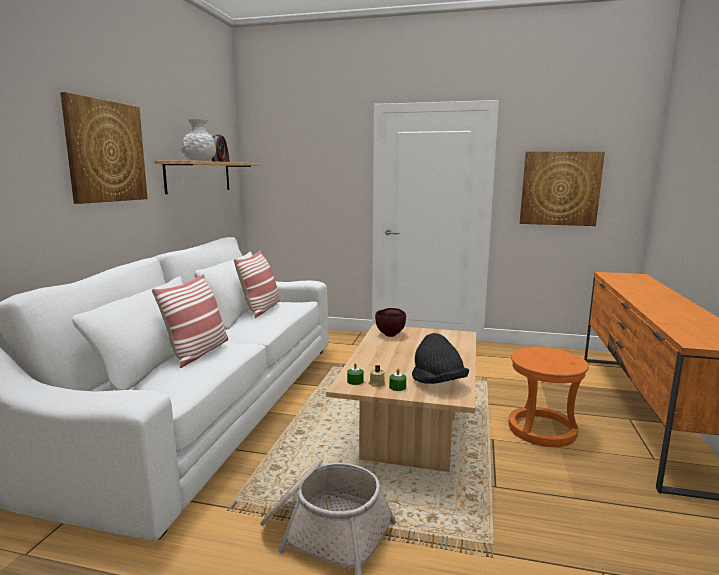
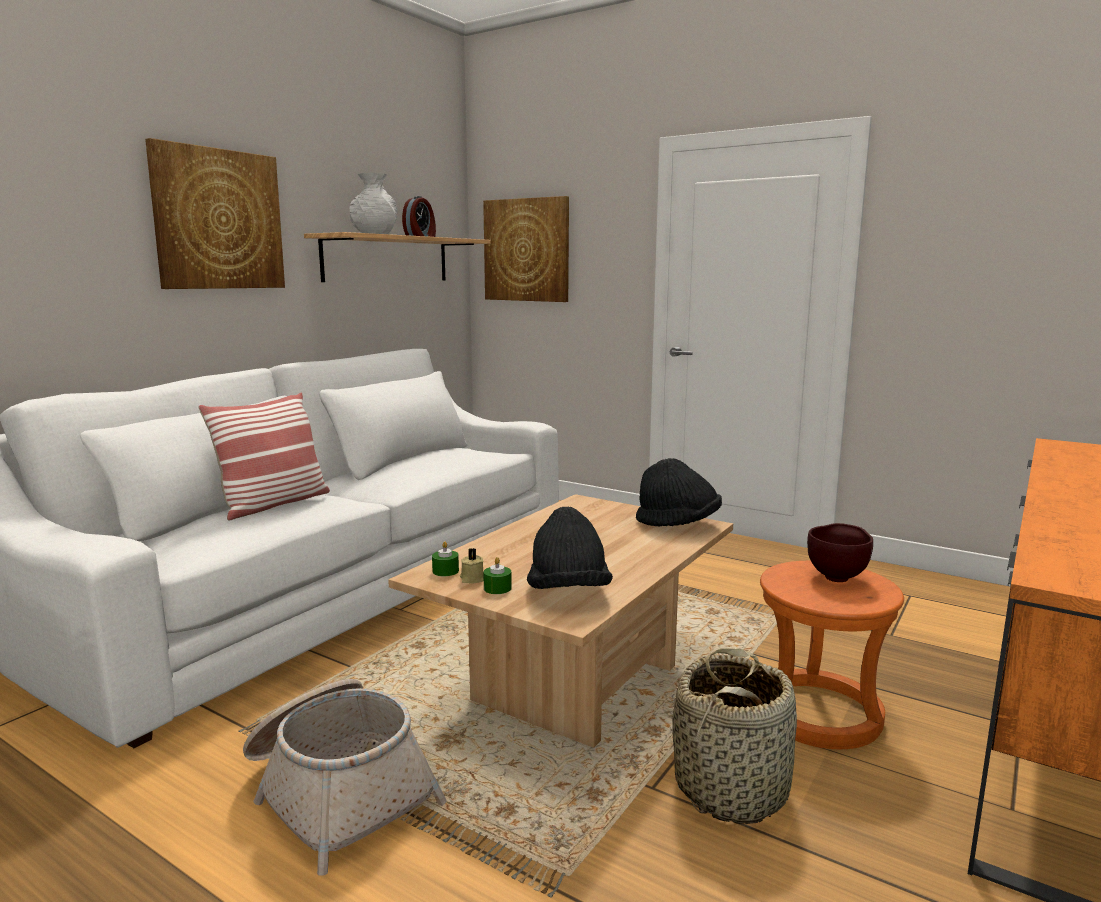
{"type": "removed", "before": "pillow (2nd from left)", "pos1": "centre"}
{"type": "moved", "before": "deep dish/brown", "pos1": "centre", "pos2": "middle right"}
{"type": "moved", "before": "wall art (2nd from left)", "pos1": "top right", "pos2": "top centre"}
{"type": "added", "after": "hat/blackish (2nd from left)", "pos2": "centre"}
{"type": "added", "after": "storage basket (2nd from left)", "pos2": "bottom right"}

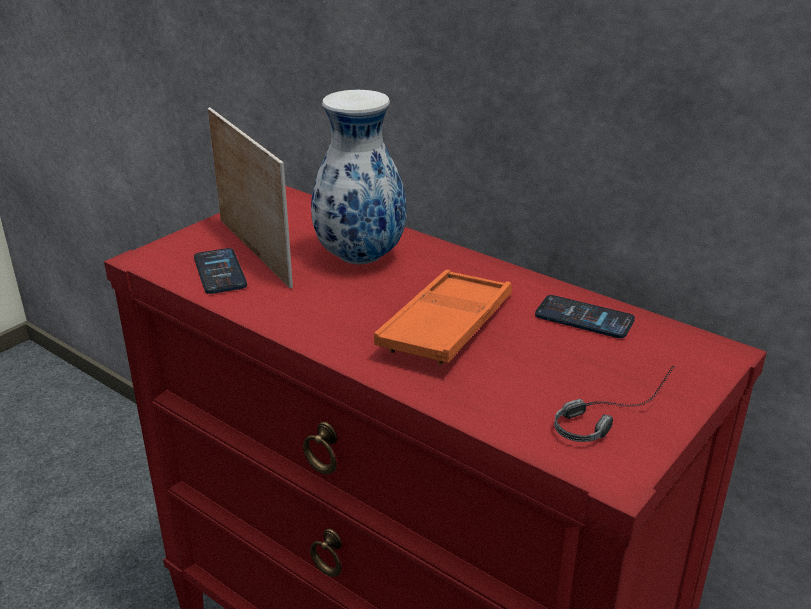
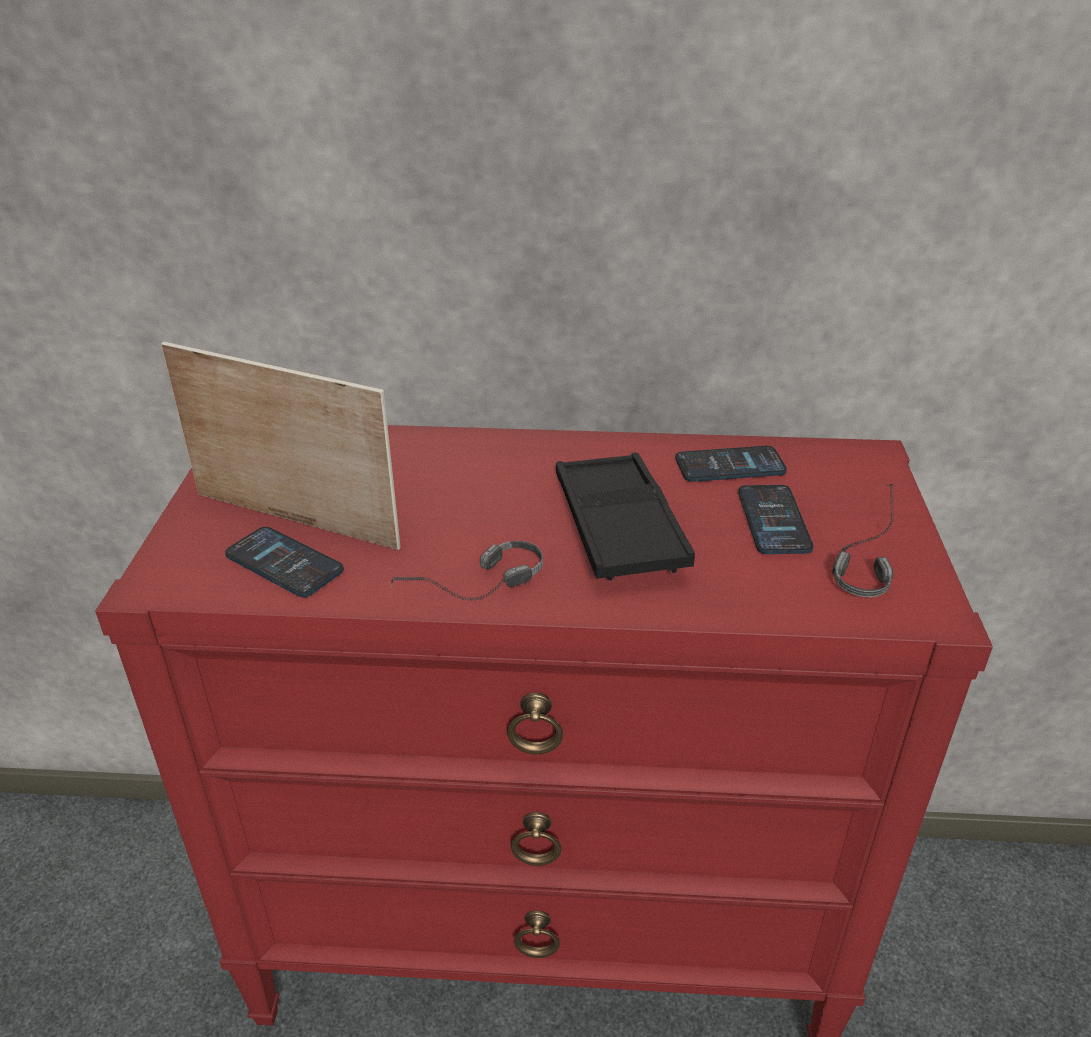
{"type": "removed", "before": "vase", "pos1": "top centre"}
{"type": "recoloured", "before": "serving tray/orange", "after": "serving tray/blackish", "pos1": "centre", "pos2": "centre"}
{"type": "added", "after": "headphones (1st from left)", "pos2": "centre"}
{"type": "added", "after": "telephone (3rd from left)", "pos2": "middle right"}

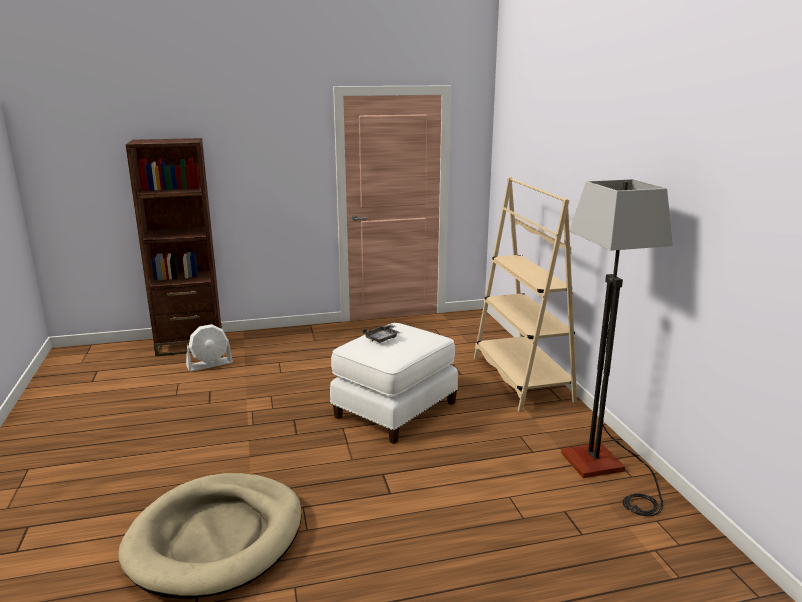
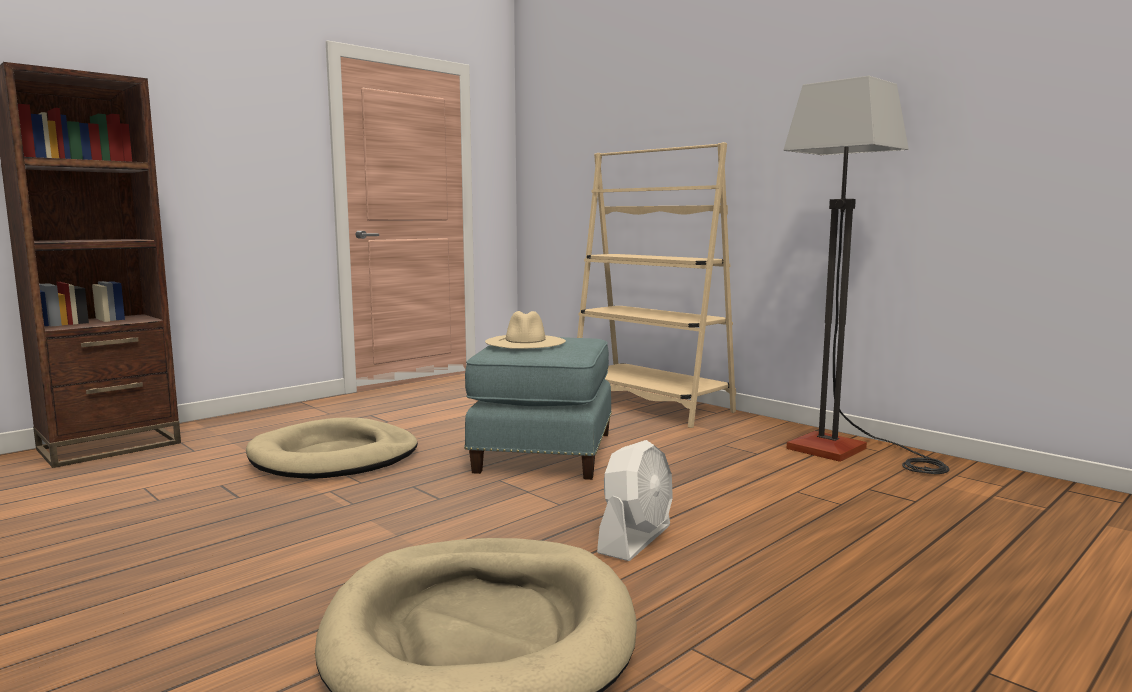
{"type": "moved", "before": "fan/white", "pos1": "middle left", "pos2": "bottom centre"}
{"type": "recoloured", "before": "pouffe/white", "after": "pouffe/bluish", "pos1": "centre", "pos2": "centre"}
{"type": "replaced", "before": "serving tray/gray", "after": "hat/beige-coloured", "pos1": "centre", "pos2": "centre"}
{"type": "added", "after": "pet bed/beige-coloured (1st from left)", "pos2": "middle left"}

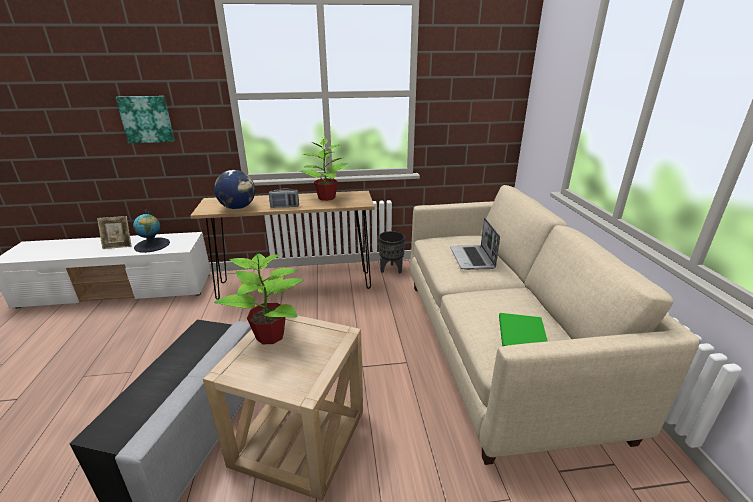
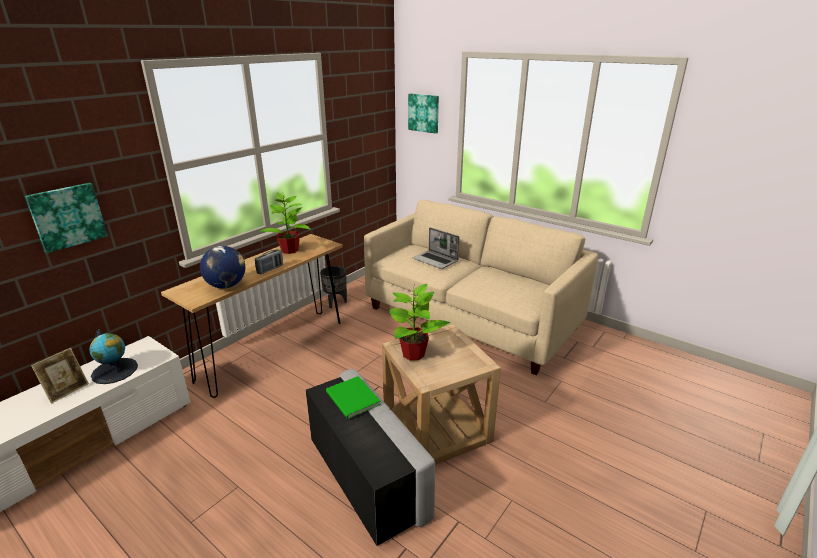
{"type": "moved", "before": "volume/greenish", "pos1": "middle right", "pos2": "bottom centre"}
{"type": "added", "after": "wall art (2nd from left)", "pos2": "top centre"}

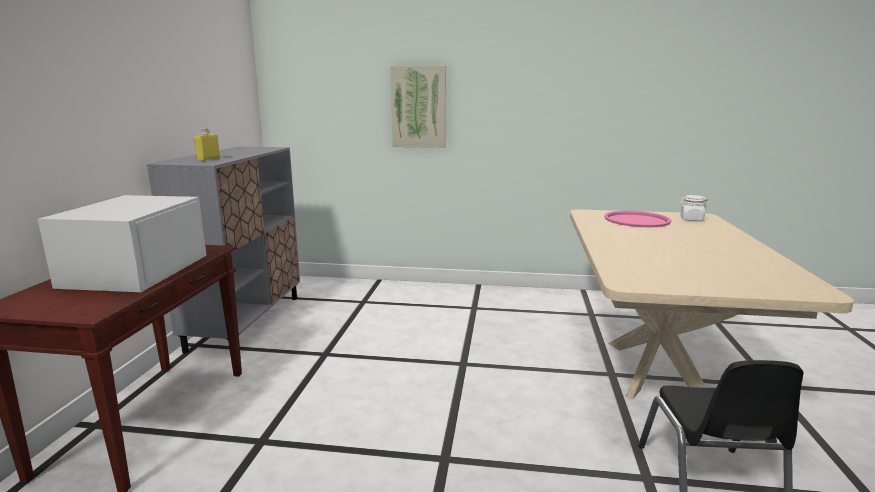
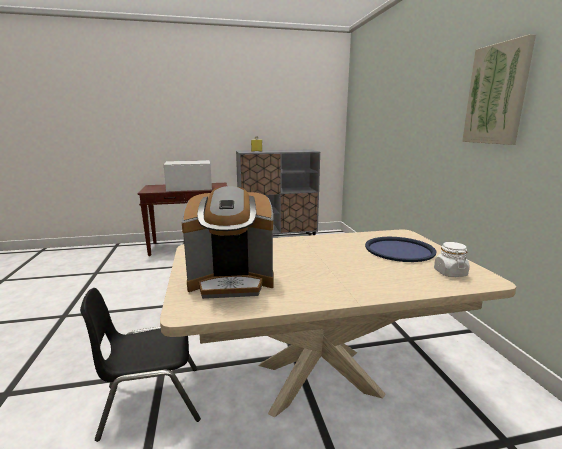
{"type": "moved", "before": "wall art", "pos1": "top centre", "pos2": "top right"}
{"type": "recoloured", "before": "serving tray/pinkish", "after": "serving tray/bluish", "pos1": "middle right", "pos2": "middle right"}
{"type": "added", "after": "coffee machine", "pos2": "centre"}

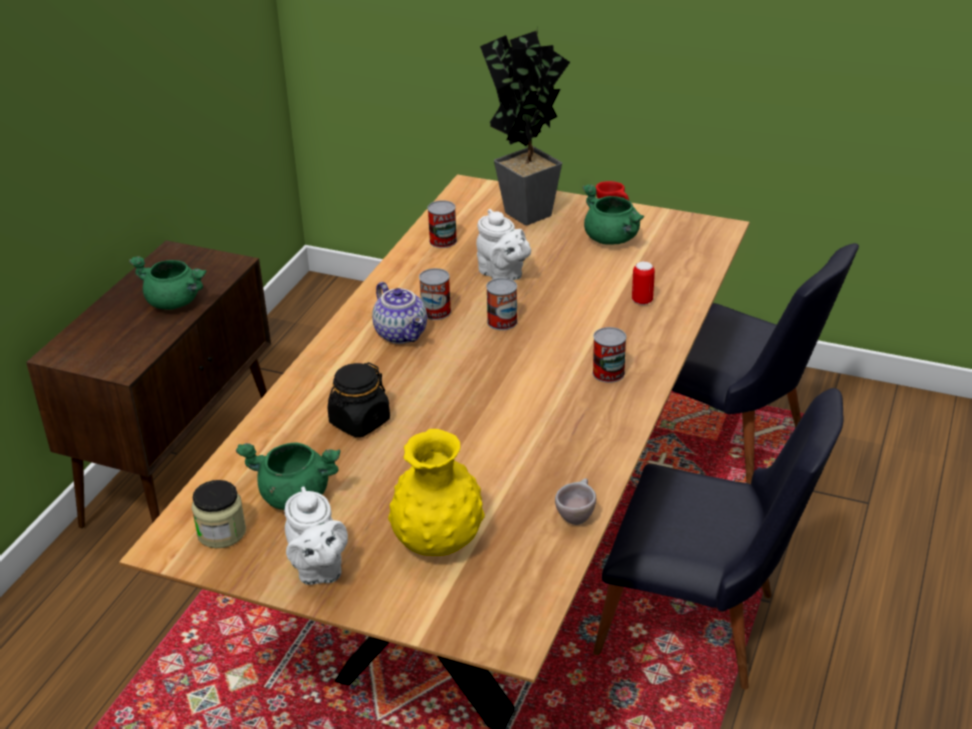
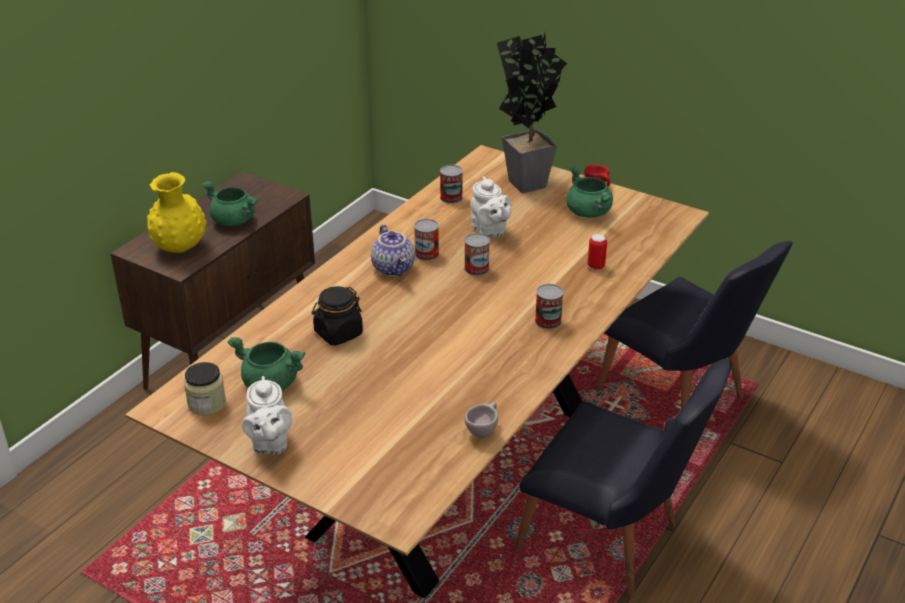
{"type": "moved", "before": "vase/yellow-coloured", "pos1": "bottom centre", "pos2": "middle left"}

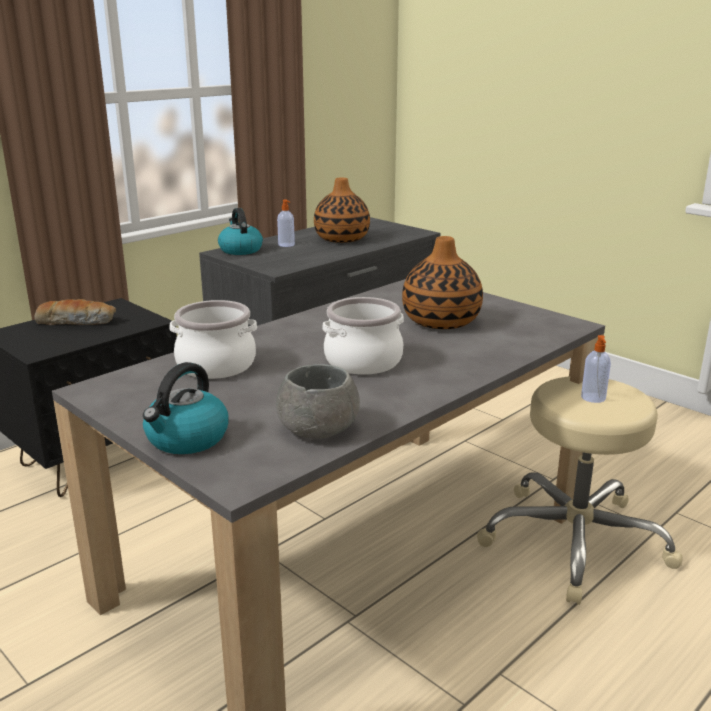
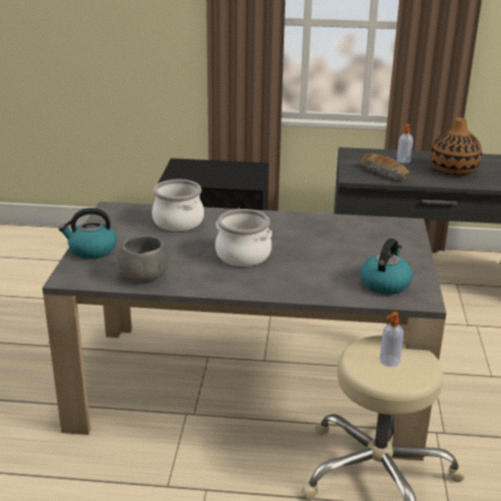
{"type": "moved", "before": "baked bread", "pos1": "middle left", "pos2": "middle right"}
{"type": "moved", "before": "water kettle (2nd from left)", "pos1": "top centre", "pos2": "middle right"}
{"type": "removed", "before": "vase (2nd from left)", "pos1": "centre"}

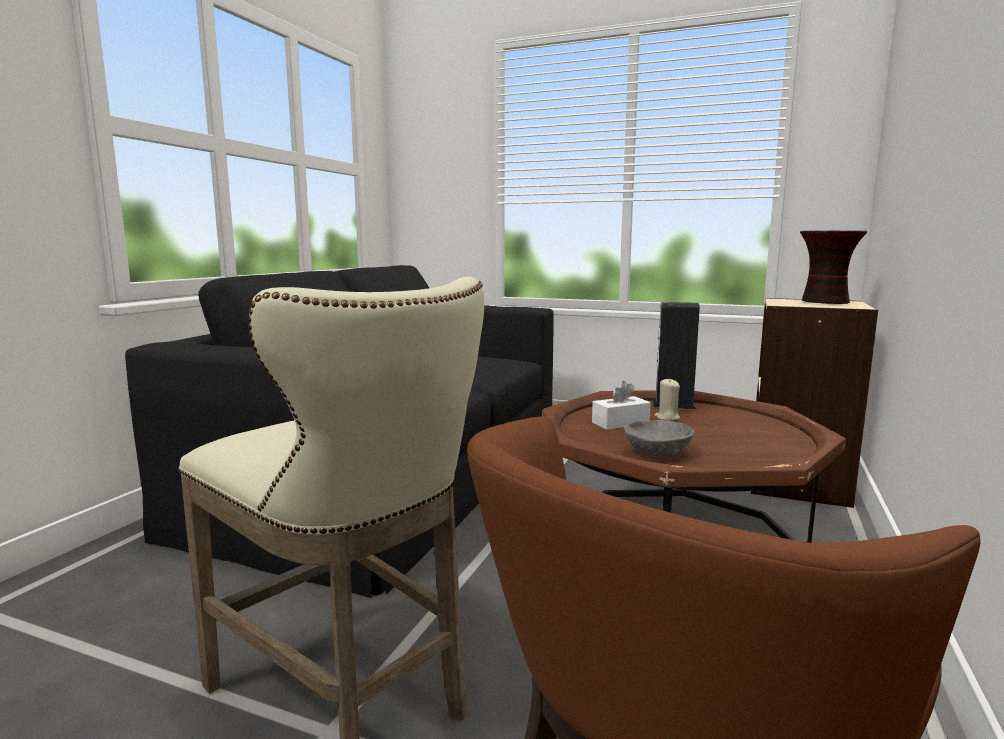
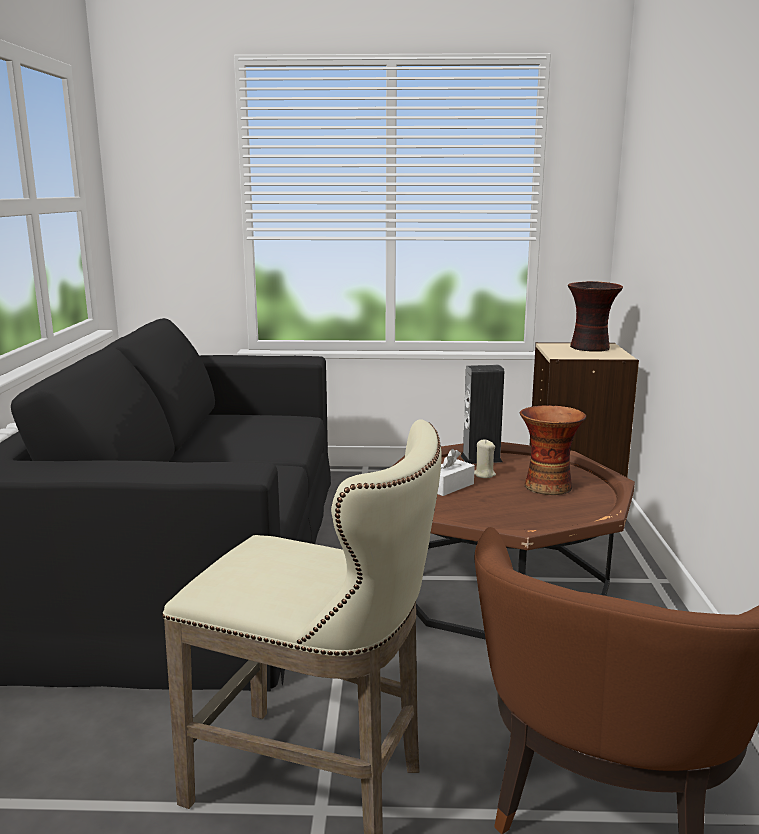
{"type": "removed", "before": "deep dish/gray", "pos1": "centre"}
{"type": "added", "after": "vase (1st from left)", "pos2": "middle right"}

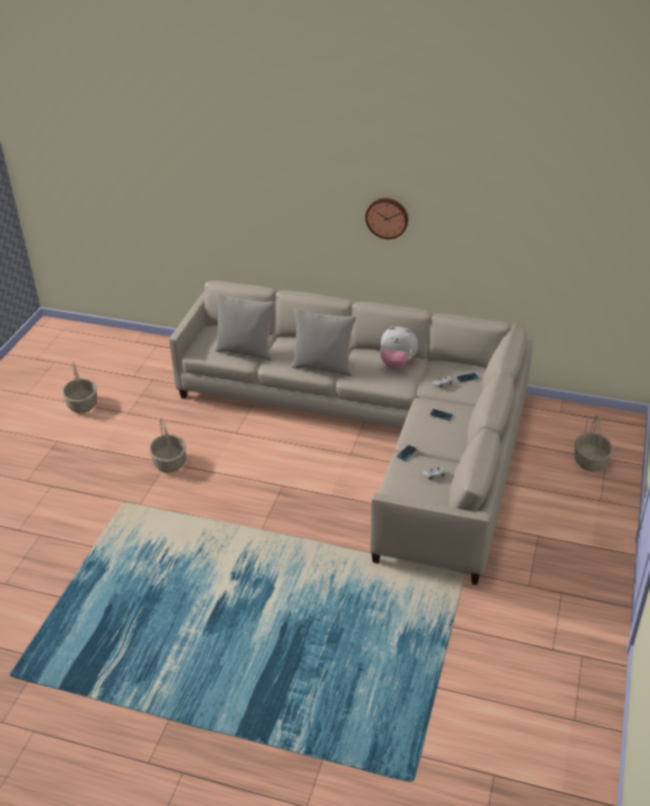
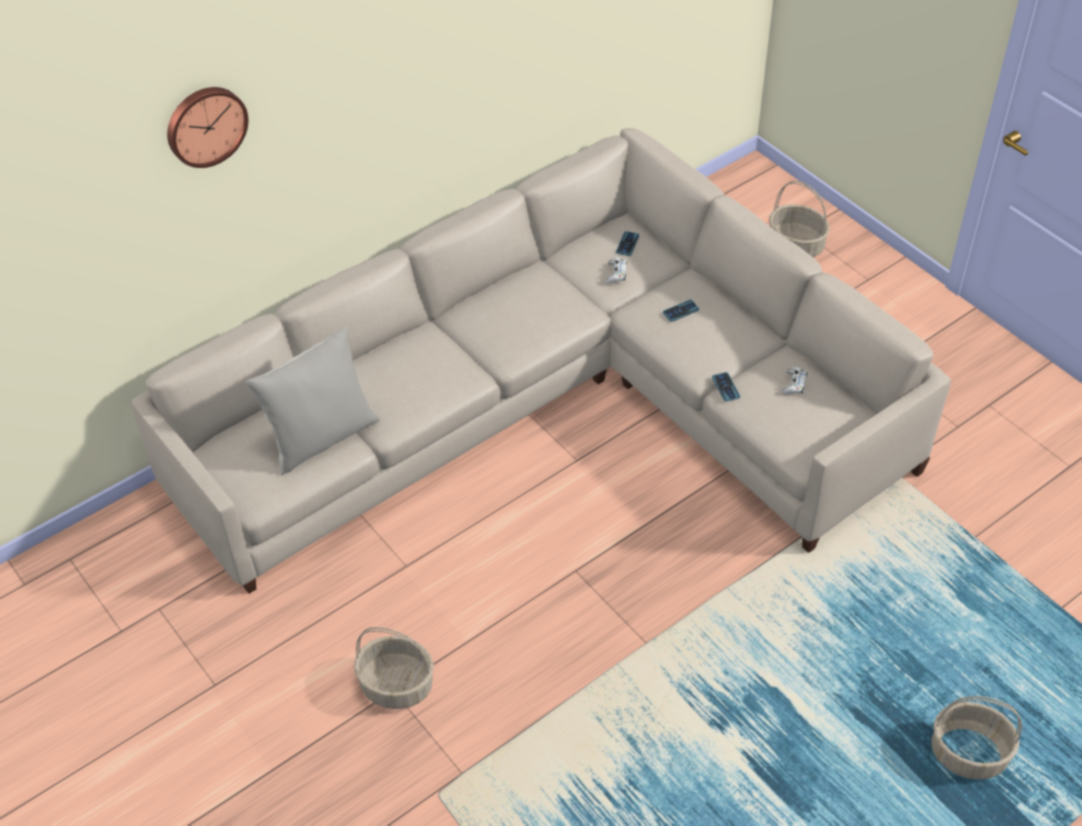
{"type": "moved", "before": "storage basket (1st from left in the first image)", "after": "storage basket (3rd from left)", "pos1": "middle left", "pos2": "bottom right"}
{"type": "removed", "before": "pillow/gray (2nd from left)", "pos1": "centre"}
{"type": "moved", "before": "wall clock", "pos1": "top centre", "pos2": "top left"}
{"type": "removed", "before": "soft toy", "pos1": "centre"}

